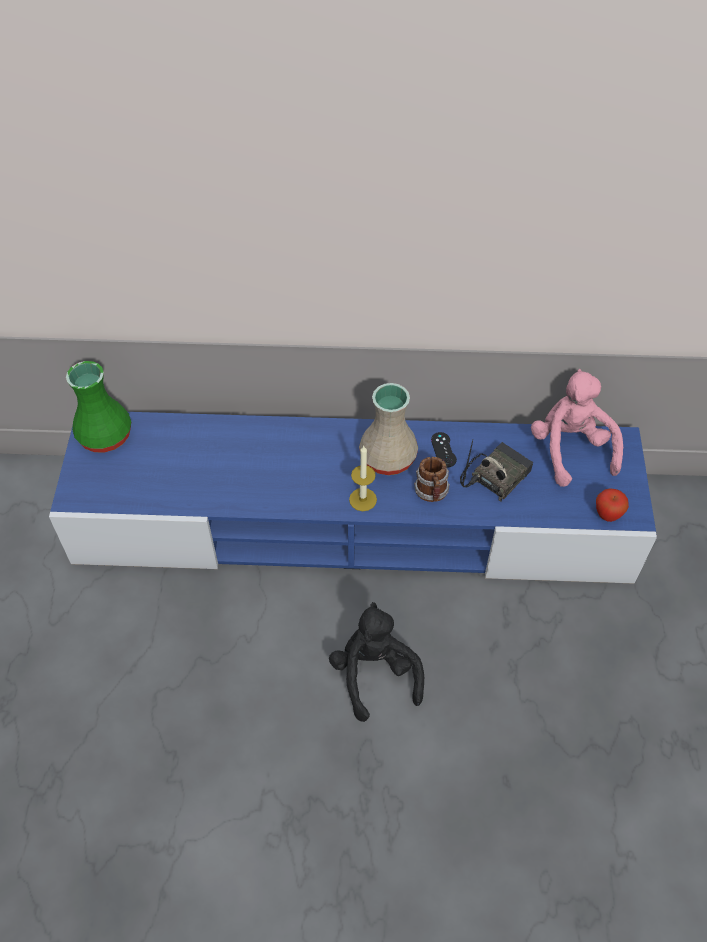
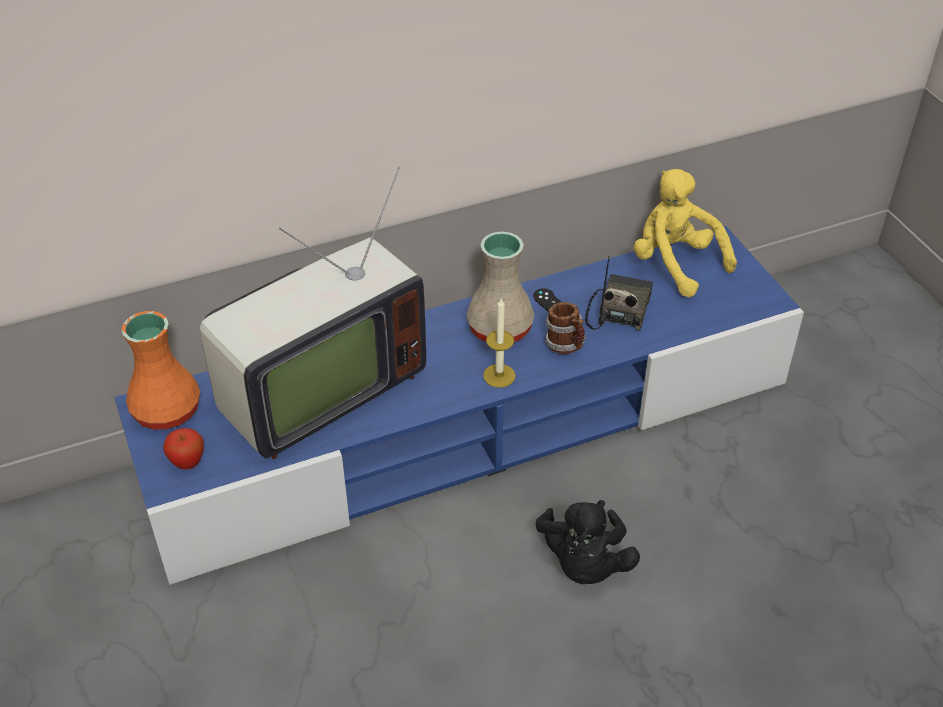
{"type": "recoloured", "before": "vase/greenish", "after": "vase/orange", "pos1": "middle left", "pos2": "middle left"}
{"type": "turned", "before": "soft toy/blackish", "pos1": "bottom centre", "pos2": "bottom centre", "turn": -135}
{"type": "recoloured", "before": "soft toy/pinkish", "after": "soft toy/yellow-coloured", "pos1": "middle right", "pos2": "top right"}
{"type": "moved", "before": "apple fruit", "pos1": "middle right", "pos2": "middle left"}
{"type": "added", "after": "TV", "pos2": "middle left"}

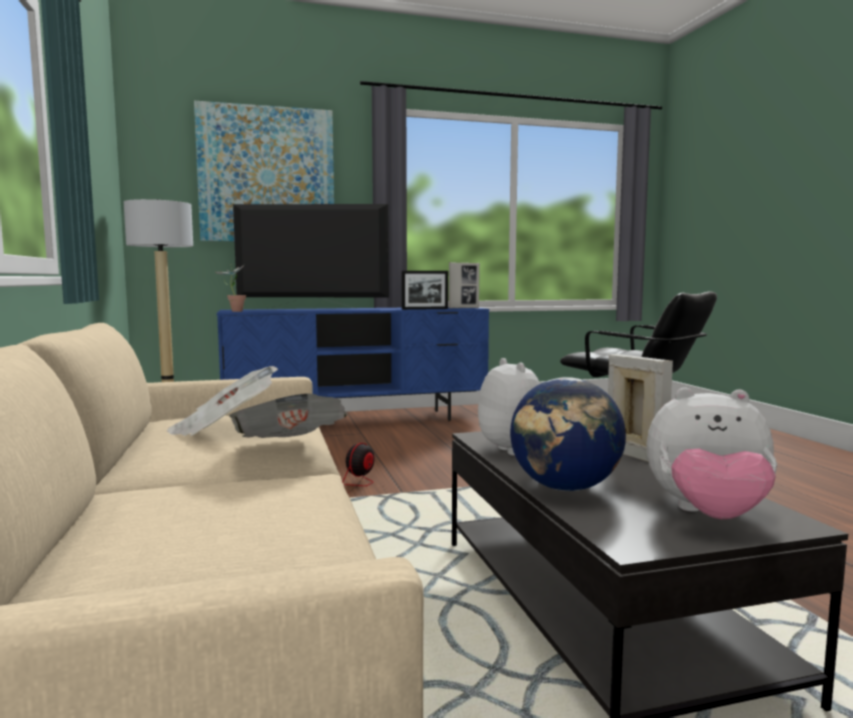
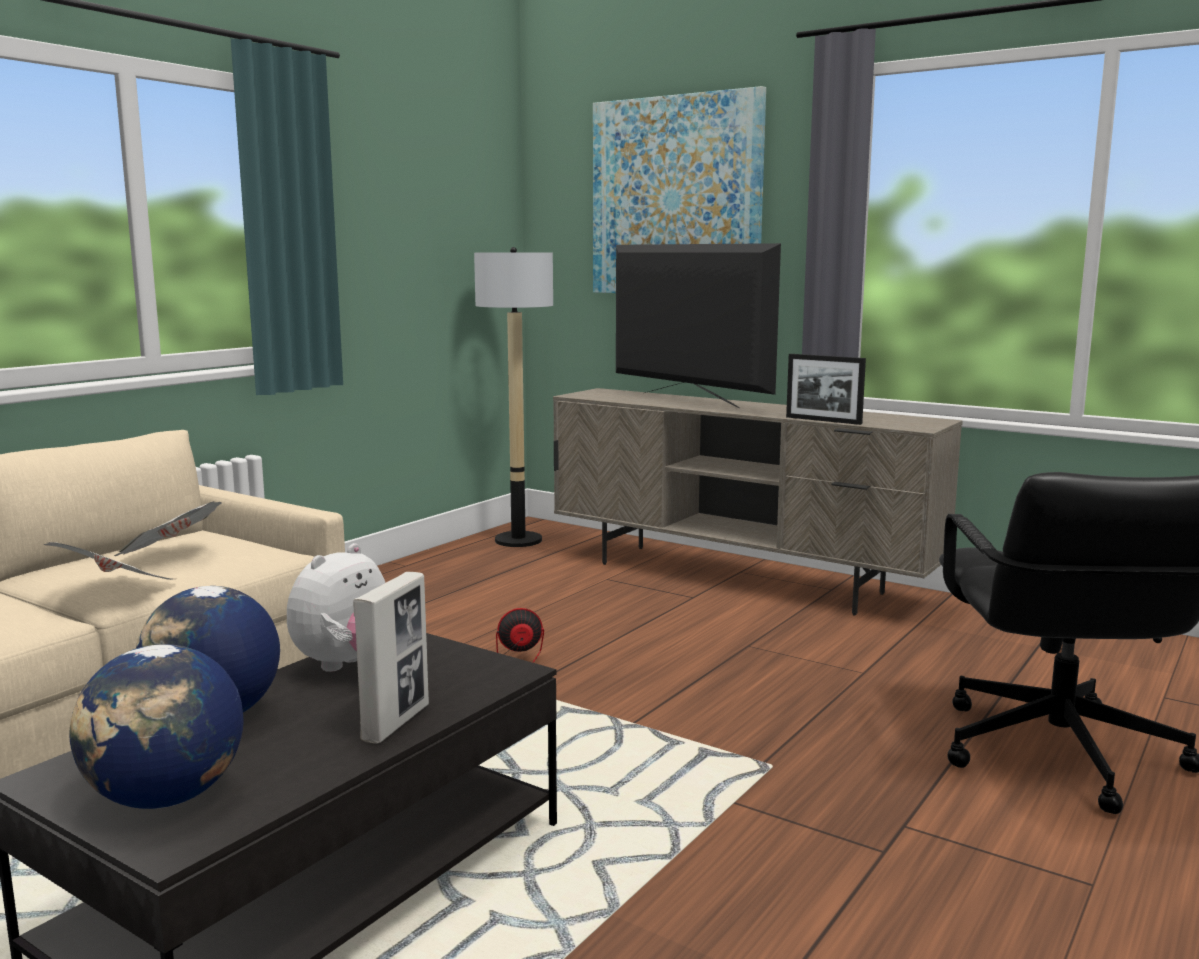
{"type": "removed", "before": "potted plant", "pos1": "middle left"}
{"type": "recoloured", "before": "tv stand/bluish", "after": "tv stand/beige-coloured", "pos1": "centre", "pos2": "centre"}
{"type": "removed", "before": "picture frame (2nd from left)", "pos1": "centre"}
{"type": "replaced", "before": "soft toy (2nd from left)", "after": "world globe (1st from left)", "pos1": "middle right", "pos2": "bottom left"}

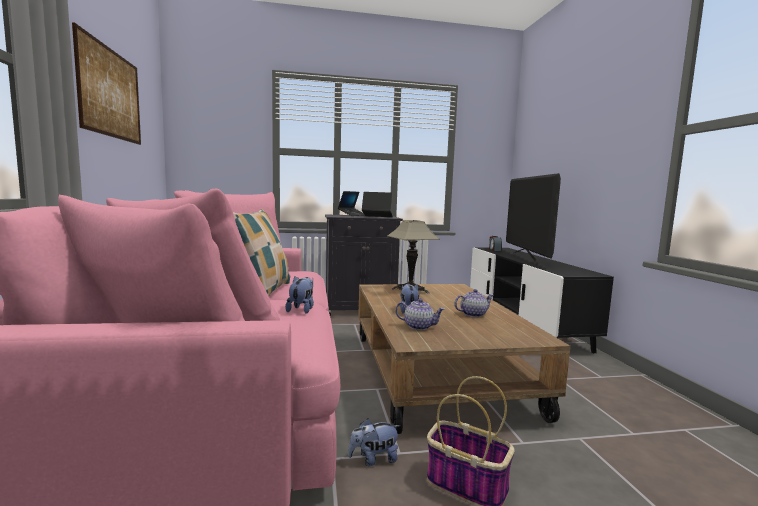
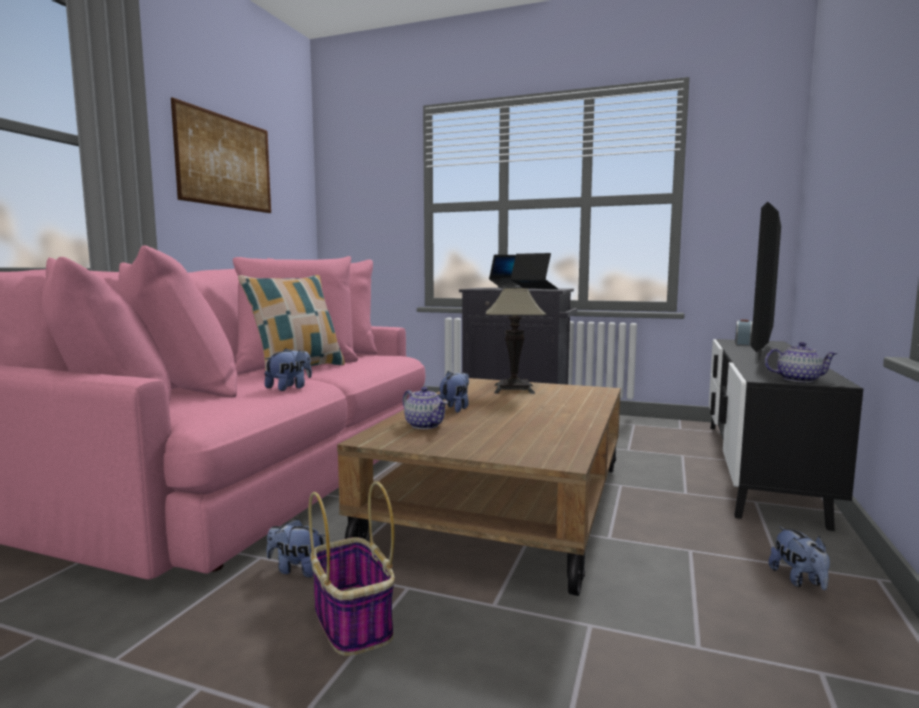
{"type": "moved", "before": "teapot (2nd from left)", "pos1": "centre", "pos2": "middle right"}
{"type": "added", "after": "soft toy (4th from left)", "pos2": "bottom right"}

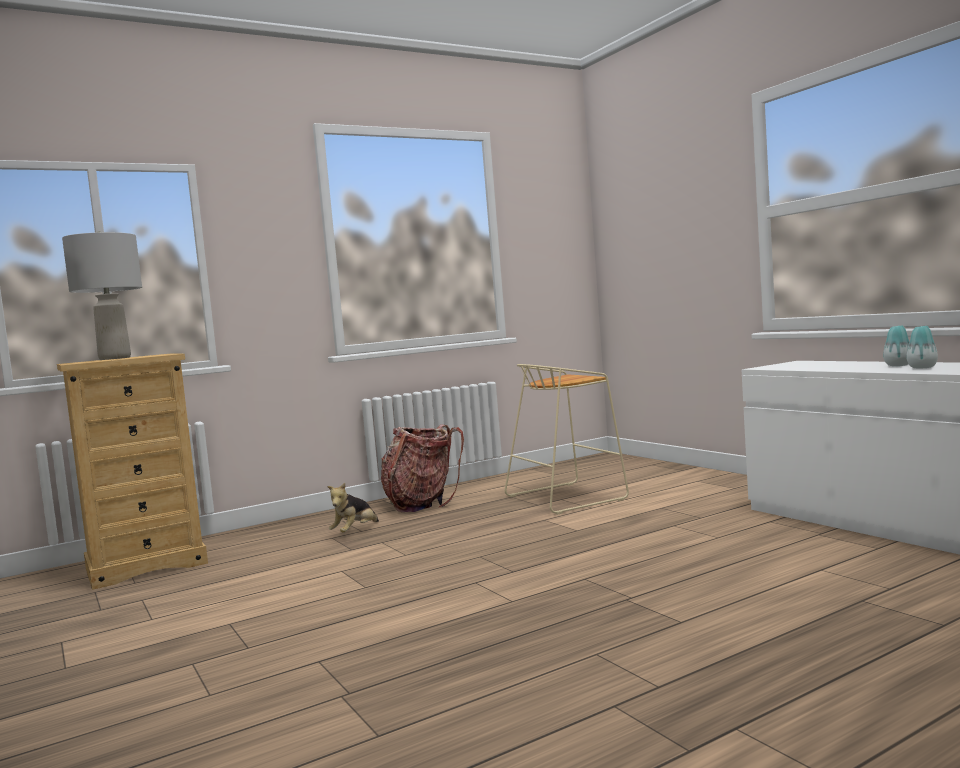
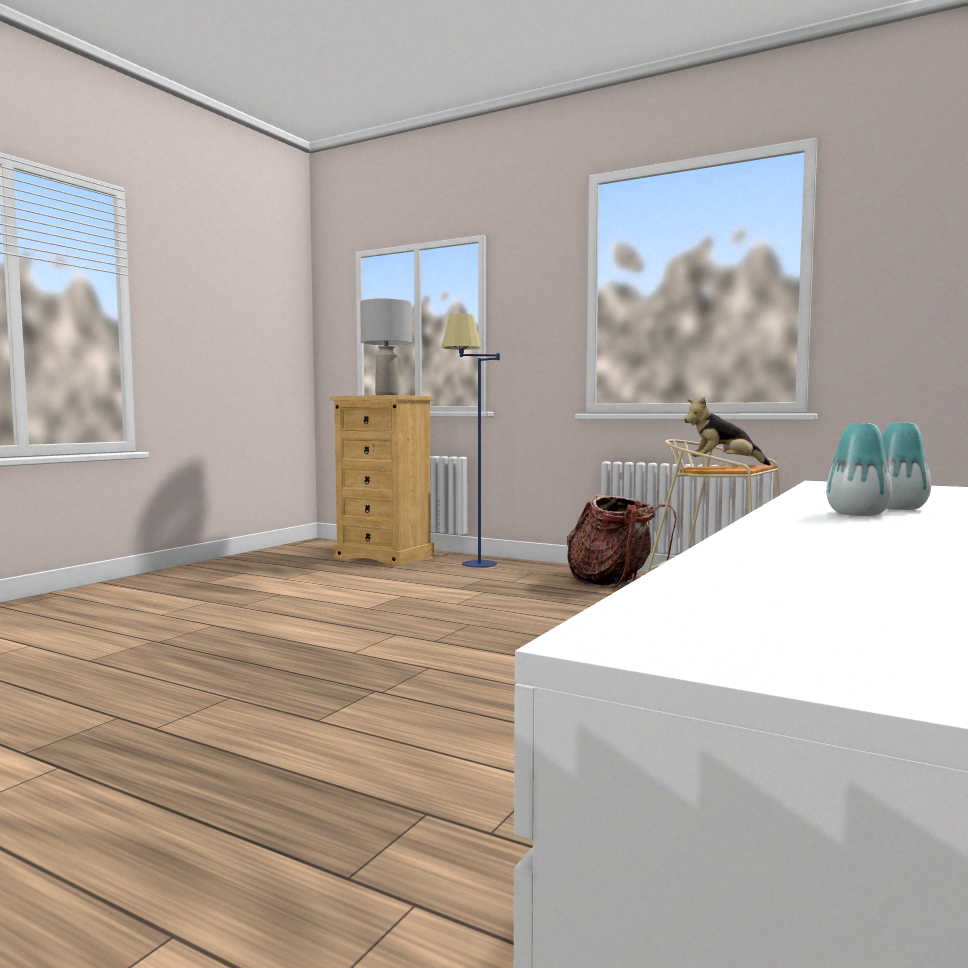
{"type": "moved", "before": "soft toy", "pos1": "centre", "pos2": "middle right"}
{"type": "added", "after": "standard lamp/bluish", "pos2": "centre"}

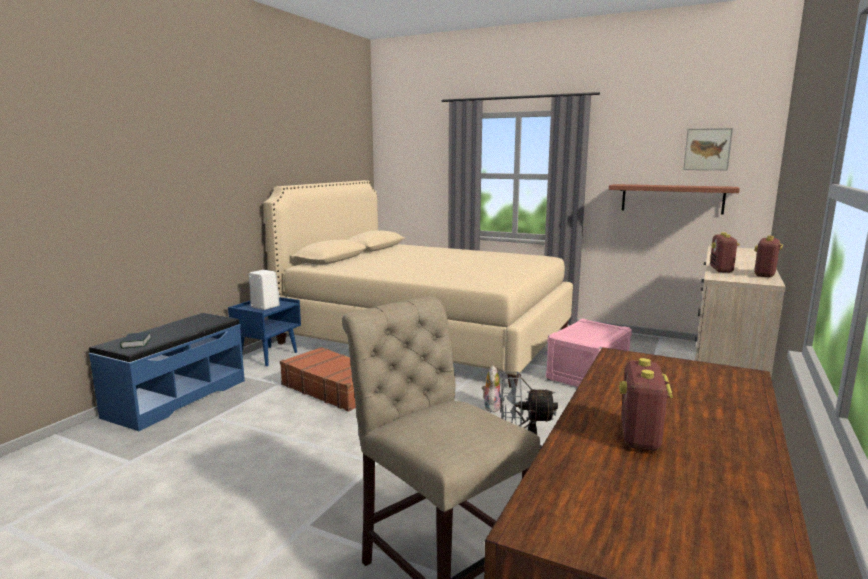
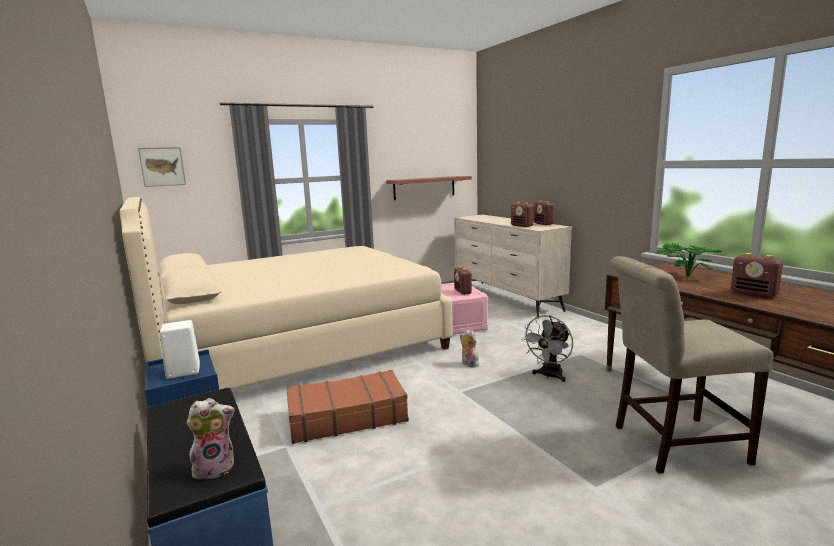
{"type": "replaced", "before": "volume", "after": "soft toy (1st from left)", "pos1": "middle left", "pos2": "bottom left"}
{"type": "moved", "before": "wall art", "pos1": "top right", "pos2": "top left"}
{"type": "added", "after": "radio receiver (1st from left)", "pos2": "centre"}
{"type": "added", "after": "potted plant", "pos2": "middle right"}

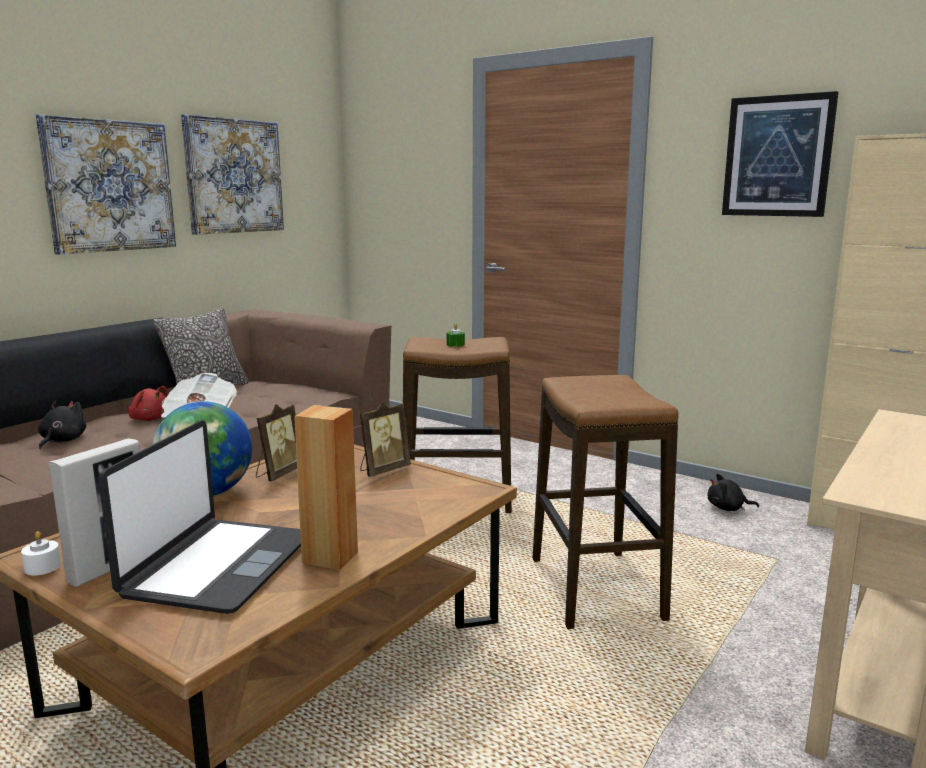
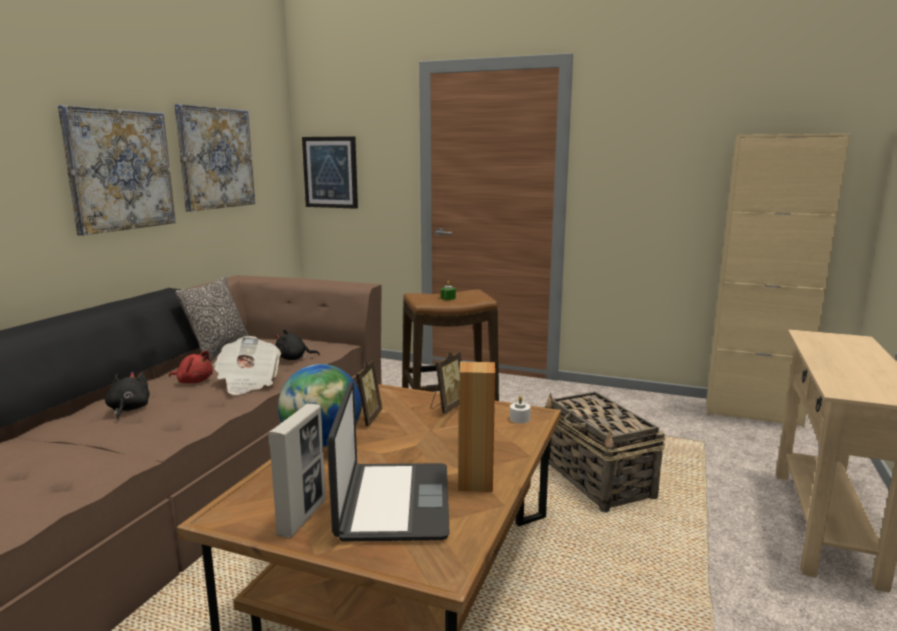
{"type": "moved", "before": "wax candle/white", "pos1": "bottom left", "pos2": "centre"}
{"type": "replaced", "before": "stool (2nd from left)", "after": "storage basket", "pos1": "centre", "pos2": "bottom right"}
{"type": "moved", "before": "soft toy/blackish (2nd from left)", "pos1": "middle right", "pos2": "middle left"}
{"type": "moved", "before": "wall art (3rd from left)", "pos1": "top right", "pos2": "top centre"}

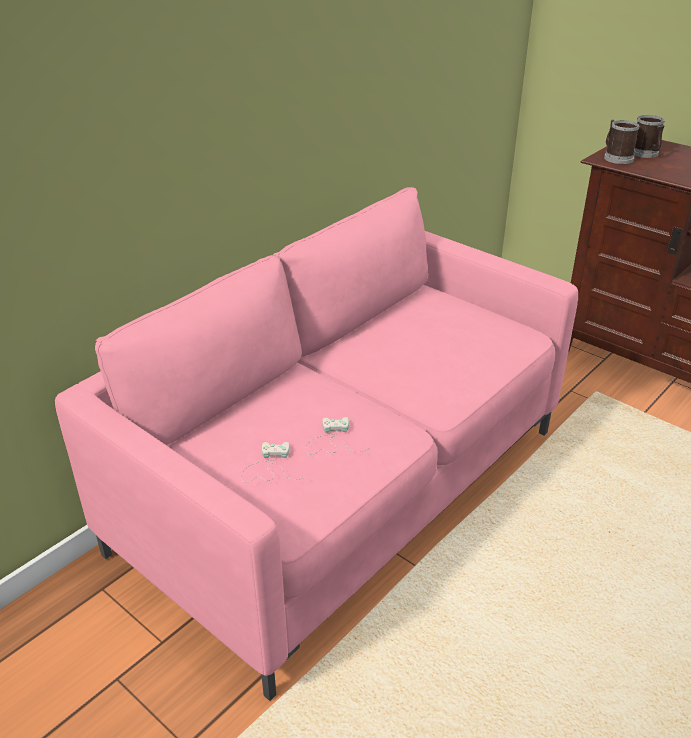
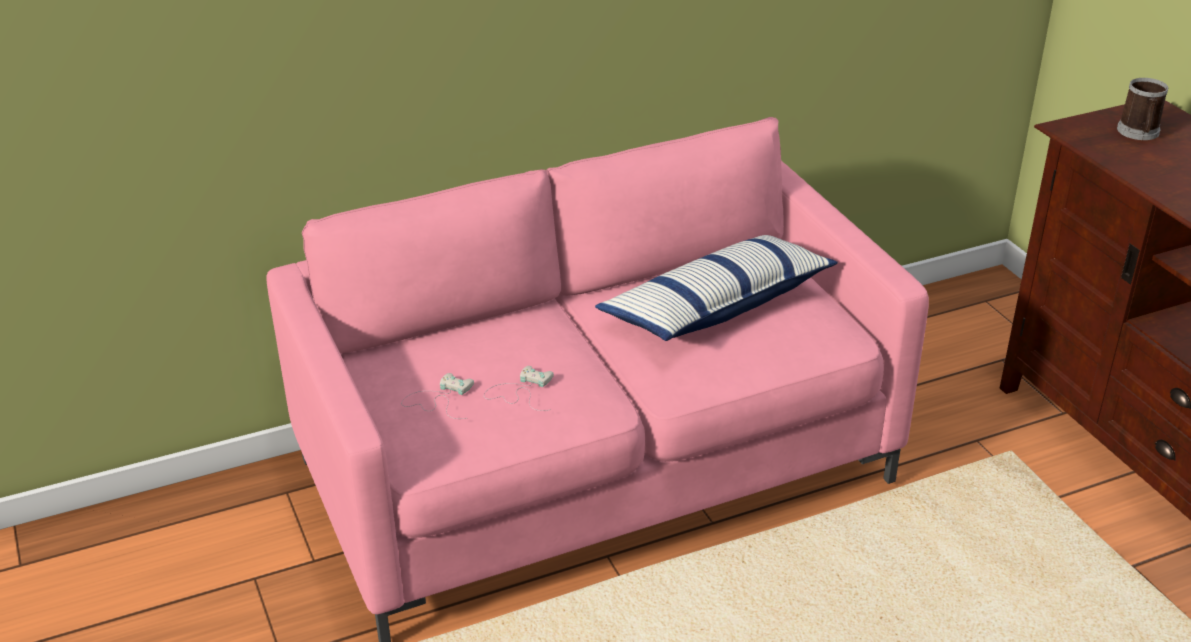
{"type": "removed", "before": "coffee mug (1st from left)", "pos1": "top right"}
{"type": "added", "after": "pillow", "pos2": "centre"}

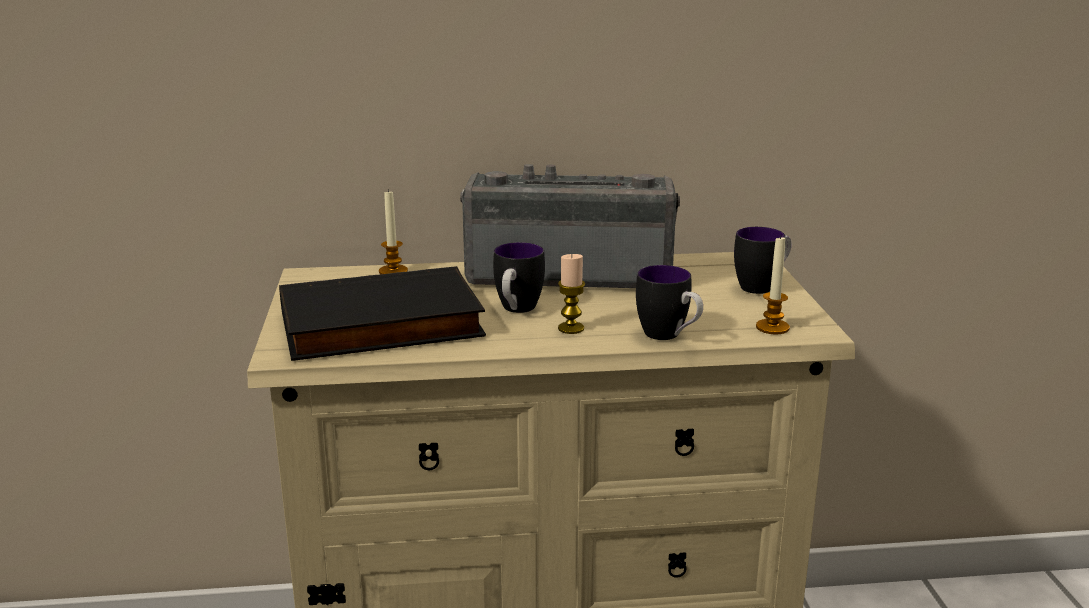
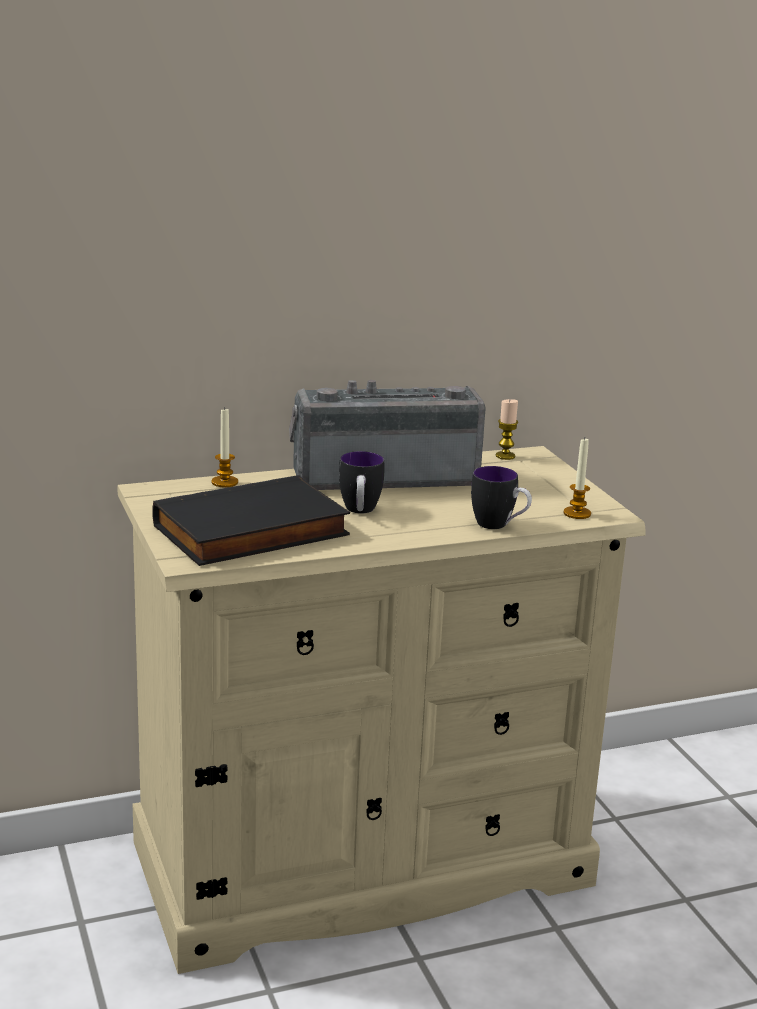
{"type": "moved", "before": "wax candle (2nd from left)", "pos1": "centre", "pos2": "middle right"}
{"type": "removed", "before": "coffee mug (3rd from left)", "pos1": "middle right"}

